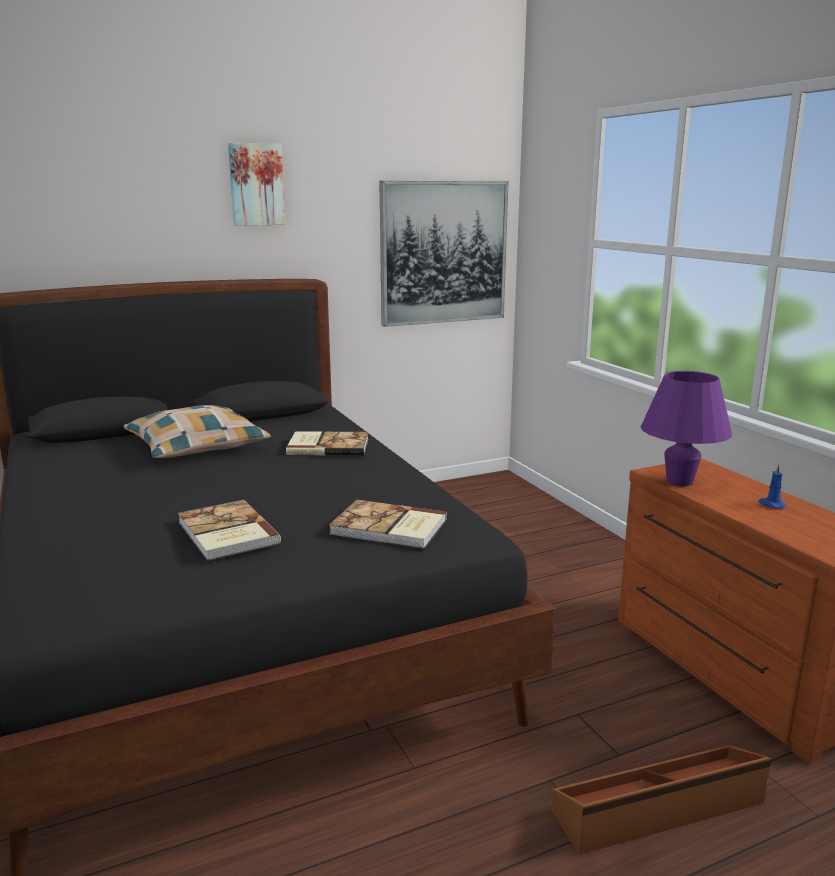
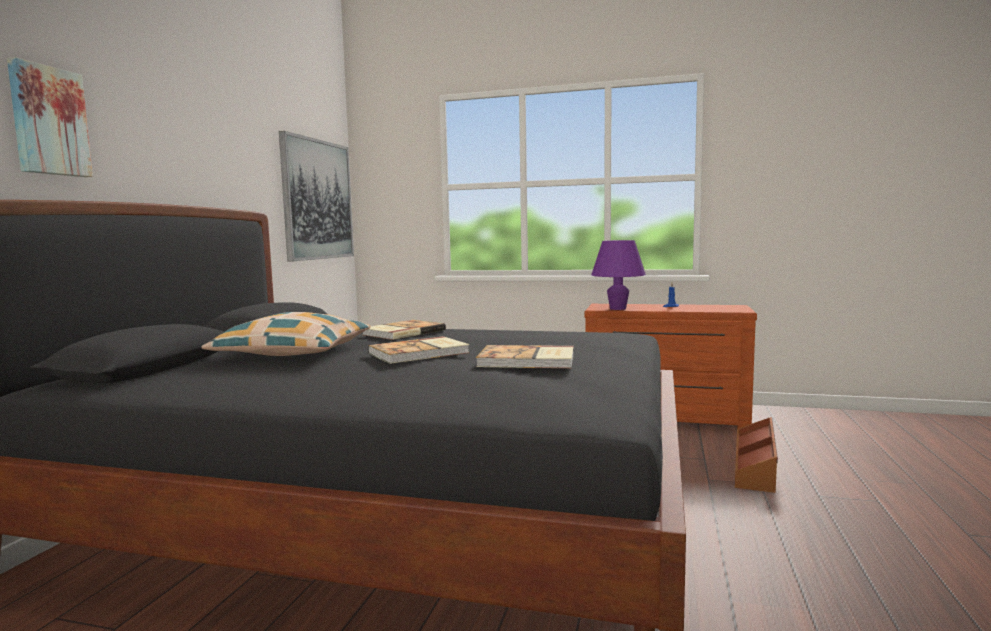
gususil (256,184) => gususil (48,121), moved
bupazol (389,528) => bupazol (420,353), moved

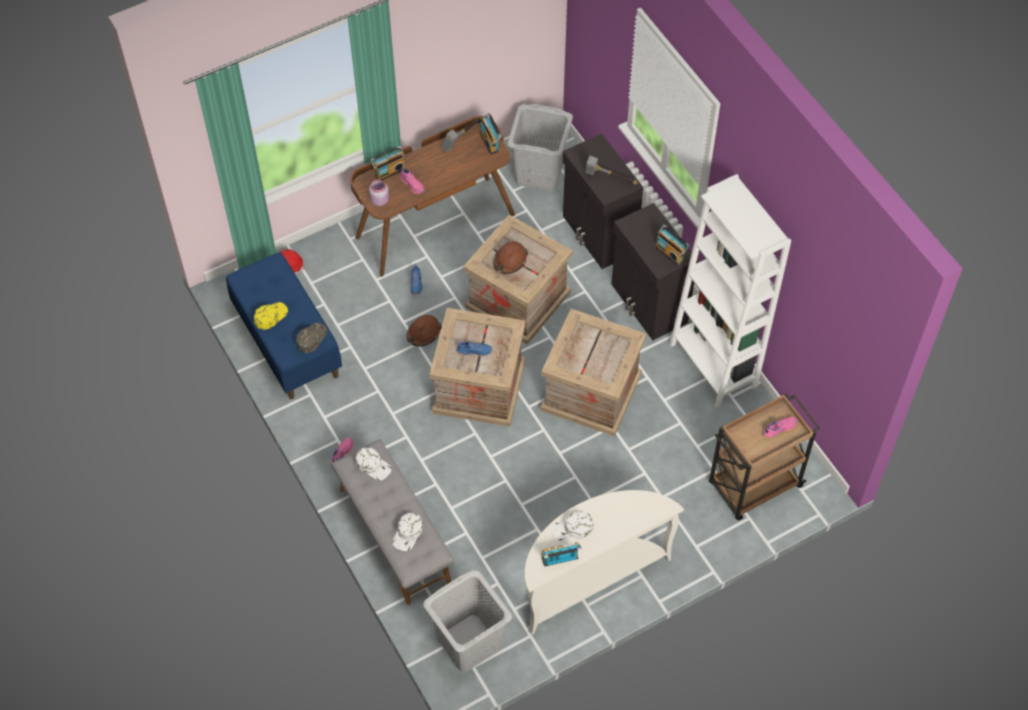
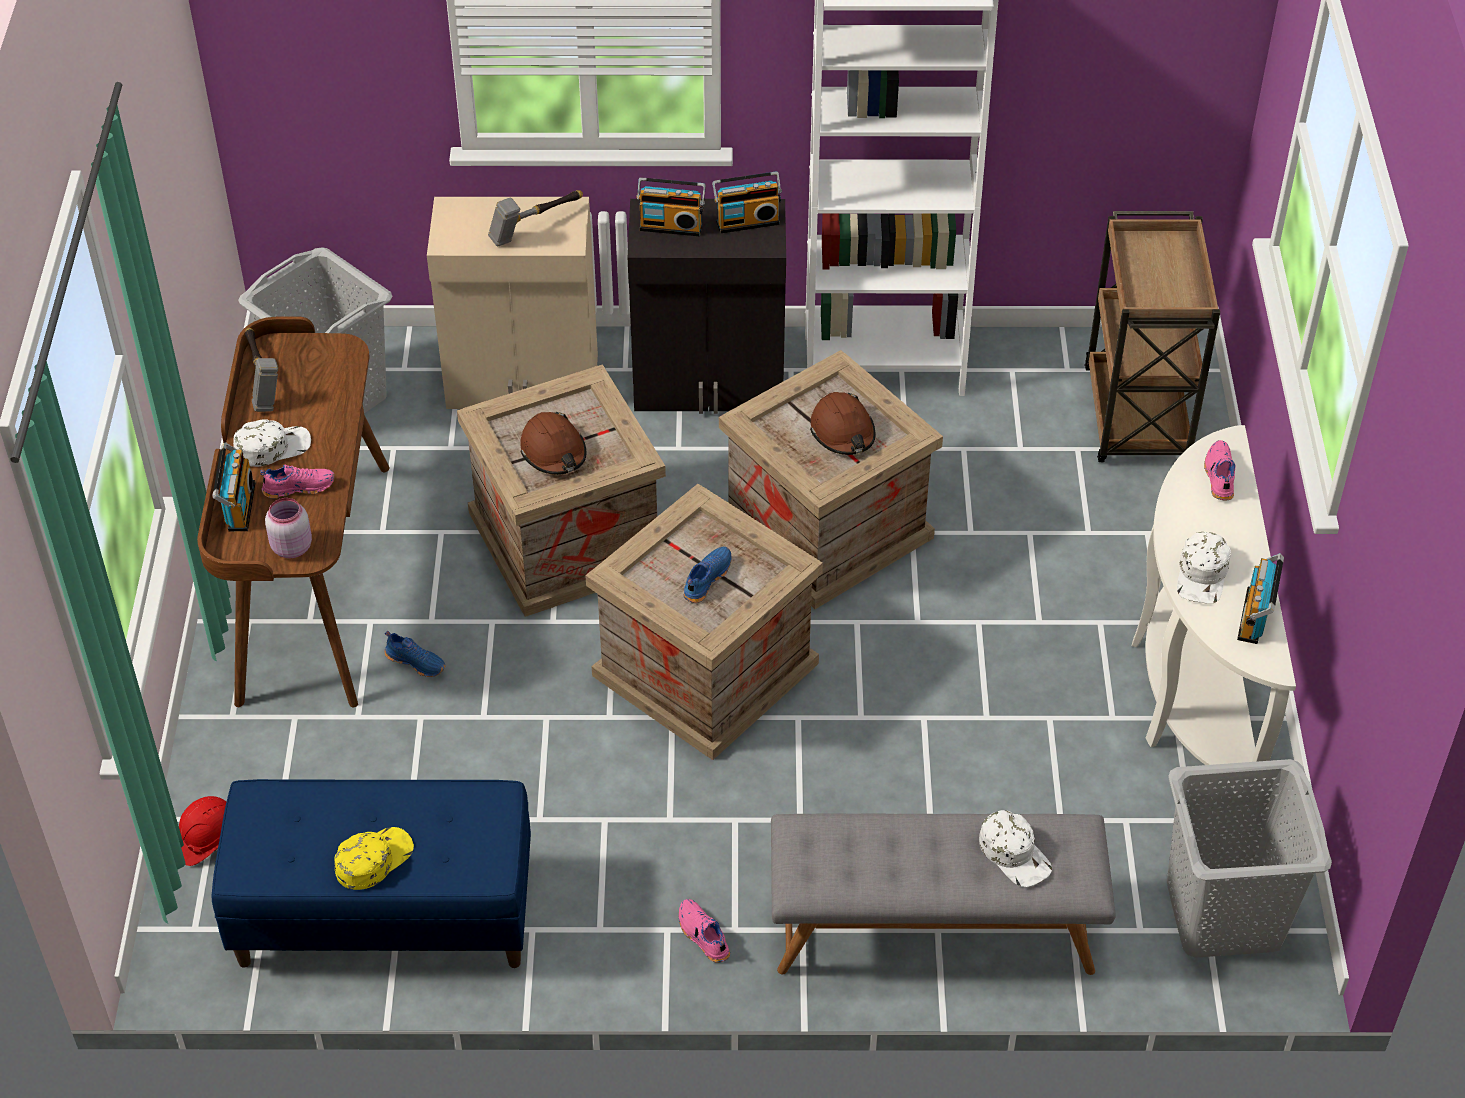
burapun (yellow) (270,316) => burapun (yellow) (373,859), 60 degrees clockwise
burapun (green) (311,338) => nothing
burapun (white) (373,465) => burapun (white) (272,446), moved
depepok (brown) (423,333) => depepok (brown) (843,432), moved
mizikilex (490,142) => mizikilex (671,226), moved
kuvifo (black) (598,235) => kuvifo (beige) (523,383)
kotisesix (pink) (779,428) => kotisesix (pink) (1218,476), moved

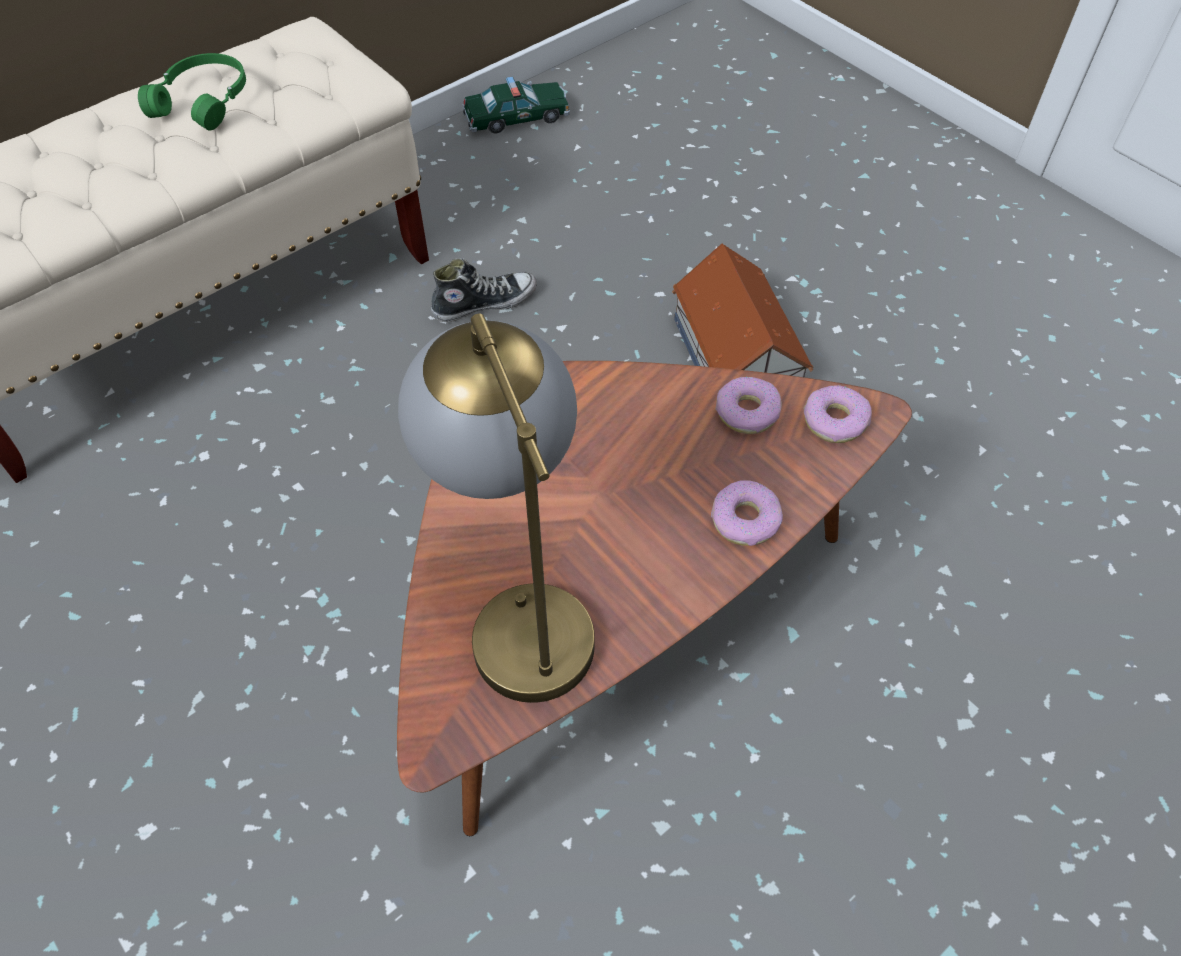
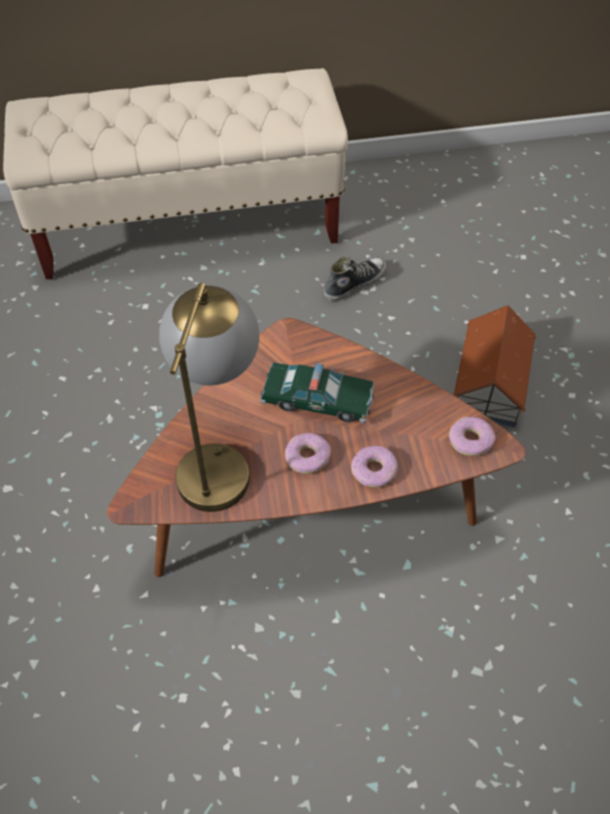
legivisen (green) (205,101) => nothing
kotisesix (484,303) => kotisesix (354,283), 45 degrees counterclockwise
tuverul (517,117) => tuverul (317,400), moved
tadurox (746,412) => tadurox (307,457), moved

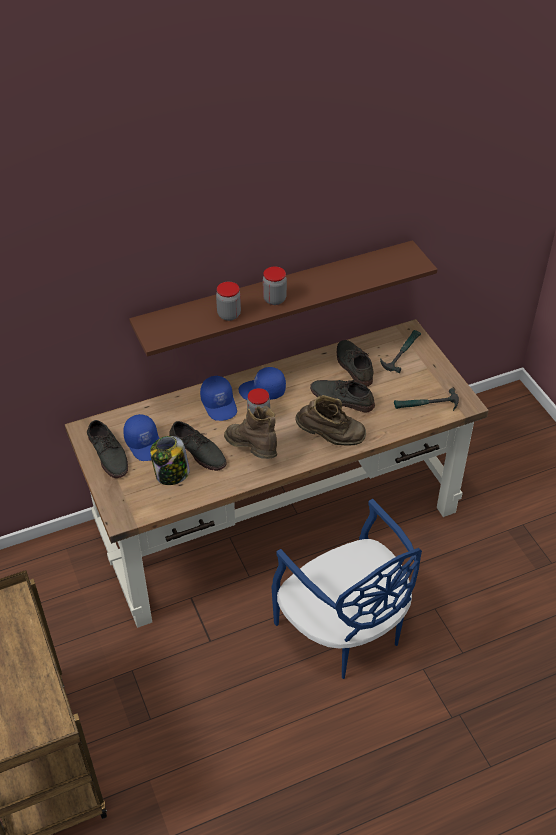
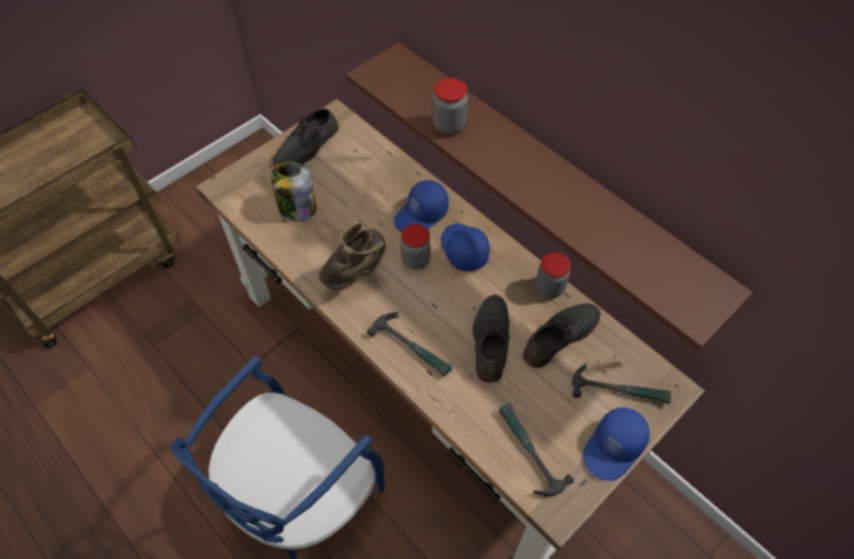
burapun (blue) (145,443) => burapun (blue) (614,448), moved
kotisesix (grey) (198,450) => nothing
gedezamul (274,299) => gedezamul (549,288), moved
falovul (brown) (330,438) => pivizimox (413,347)

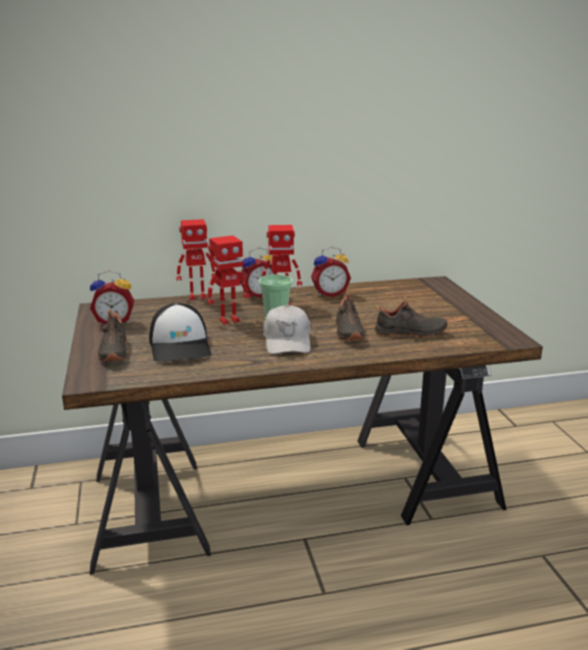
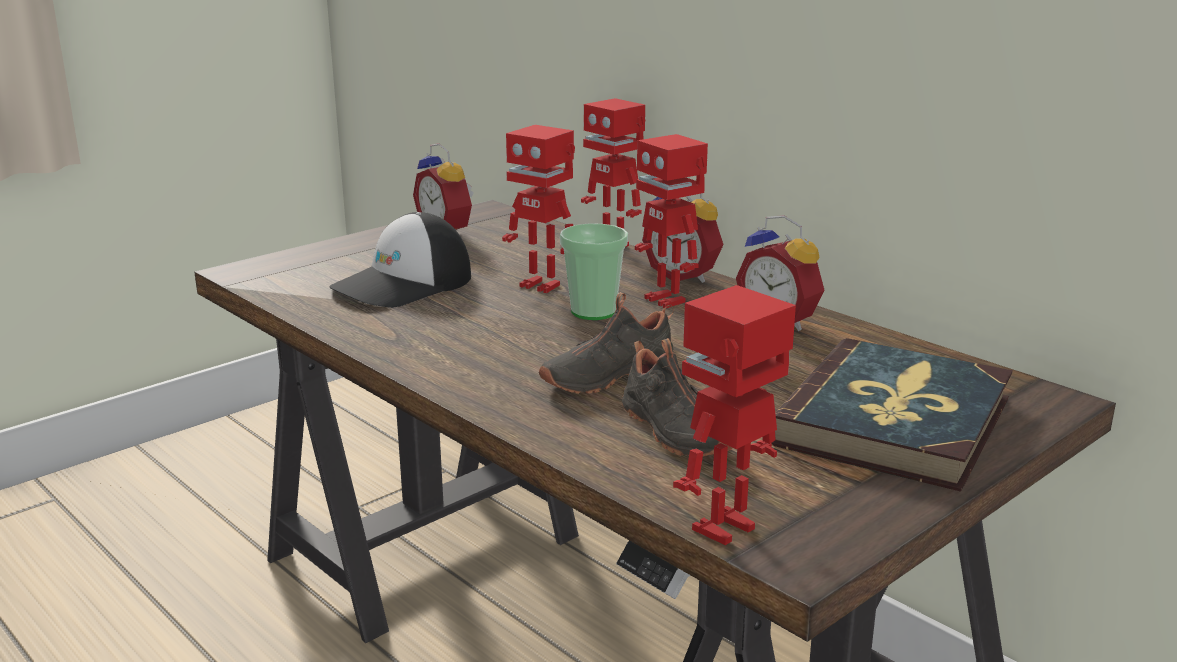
kotisesix (black) (113,351) => nothing
burapun (white) (287,341) => nothing
nothing => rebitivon (727,530)
nothing => bupazol (895,421)

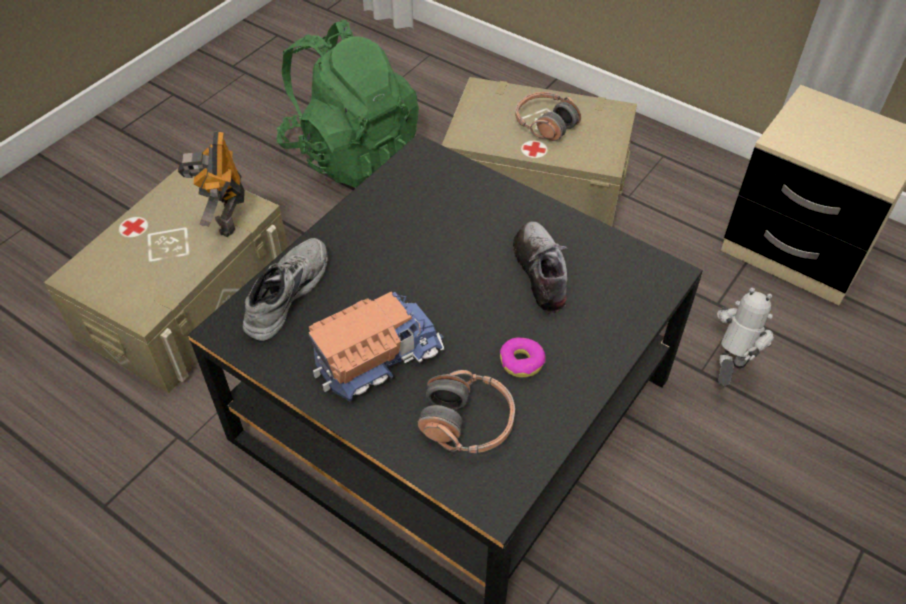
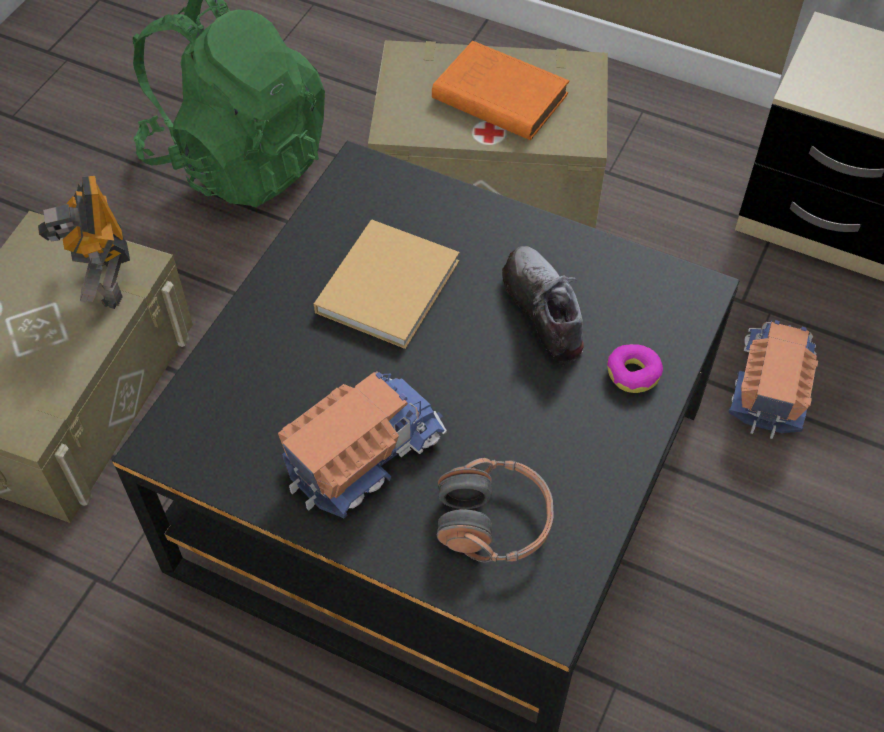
kotisesix (grey) (284,294) => nothing
tadurox (522,362) => tadurox (633,373), moved
legivisen (545,124) => bupazol (orange) (496,96)
rebitivon (728,370) => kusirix (769,385)
nothing => bupazol (beige) (390,283)

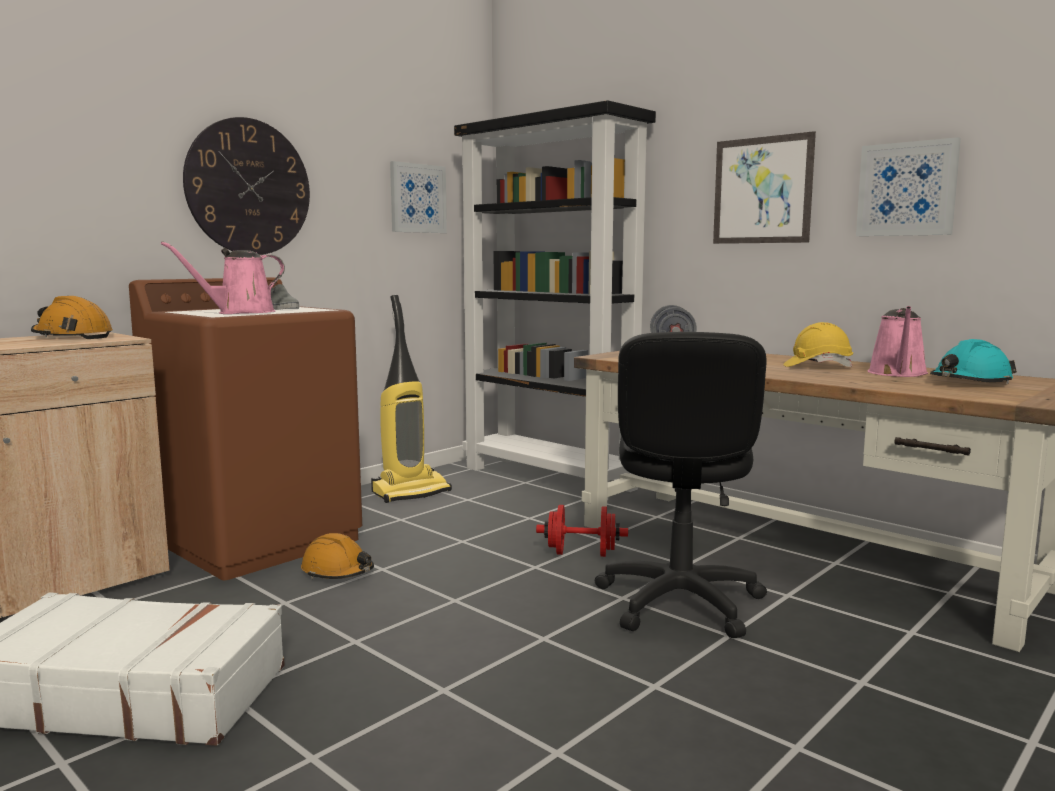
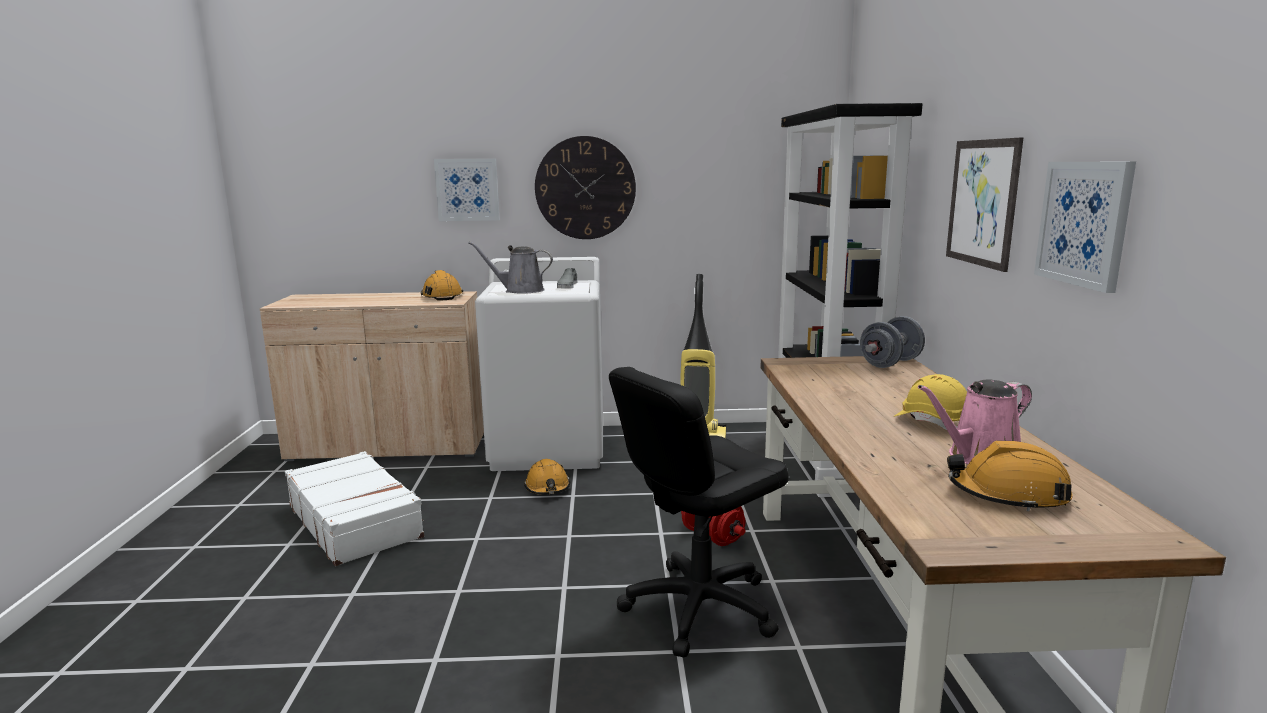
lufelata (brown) (258,540) => lufelata (white) (549,448)
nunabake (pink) (240,313) => nunabake (grey) (520,291)
gususil (417,198) => gususil (467,189), moved
depepok (turquoise) (970,382) => depepok (orange) (1008,495)

